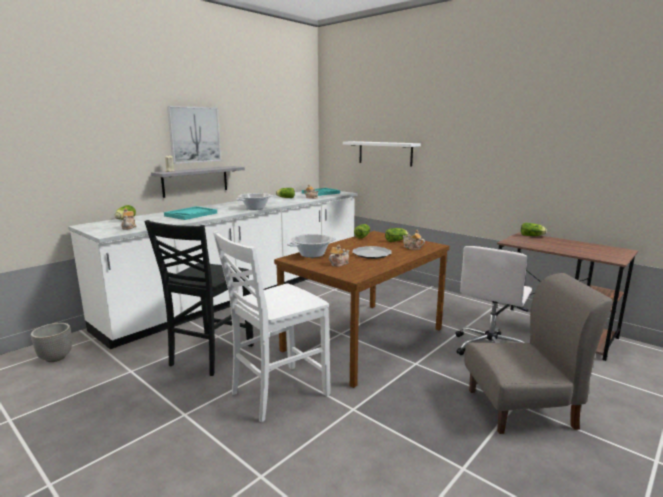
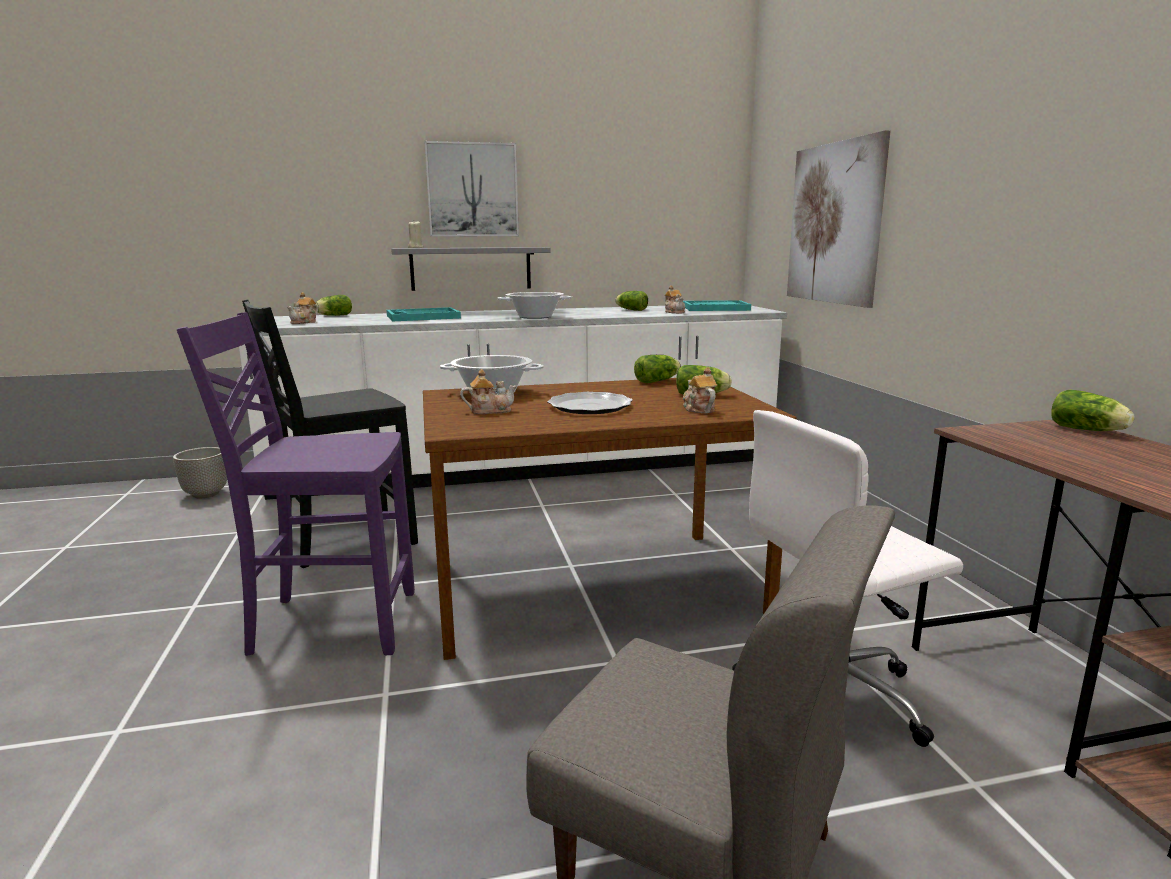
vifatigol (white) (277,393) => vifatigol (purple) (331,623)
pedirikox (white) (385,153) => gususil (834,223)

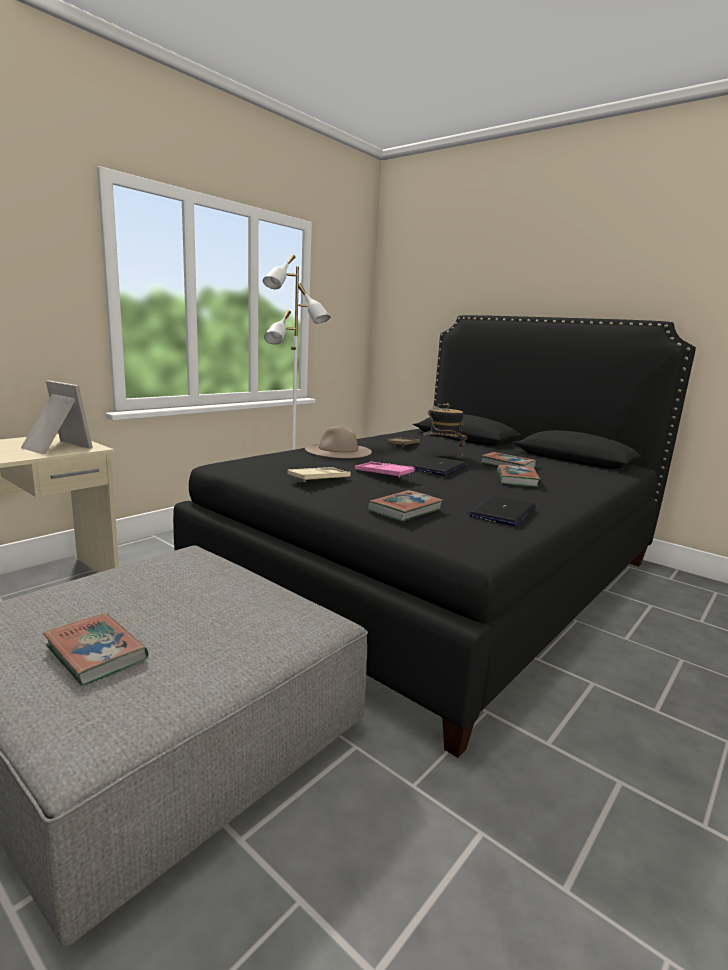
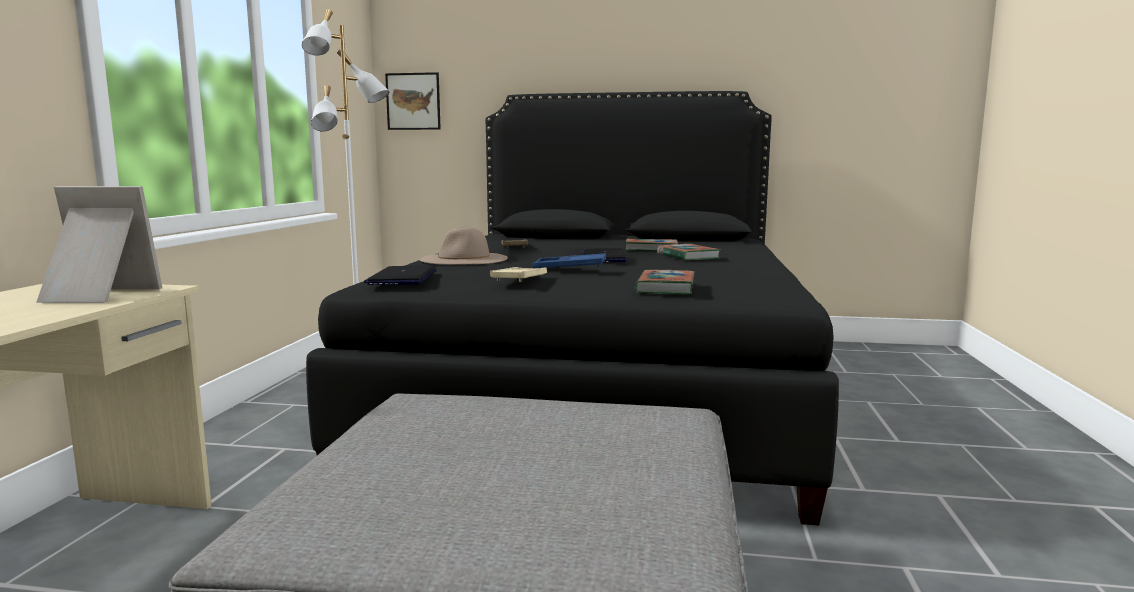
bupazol (96,653) => nothing
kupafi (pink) (383,473) => kupafi (blue) (569,267)
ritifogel (442,456) => nothing
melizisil (502,512) => melizisil (402,278), moved
nothing => gususil (413,101)

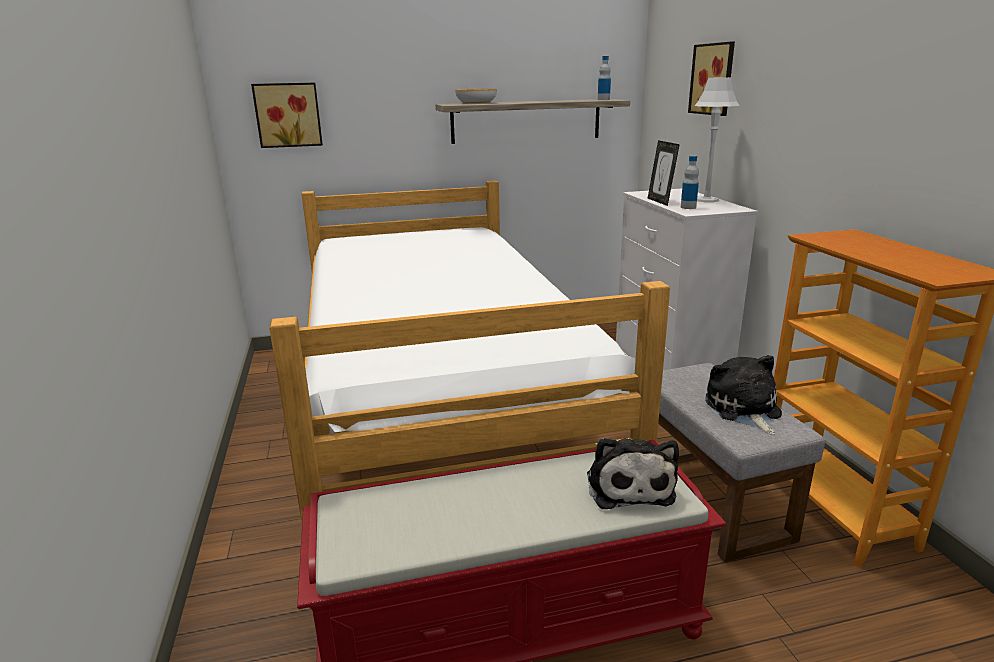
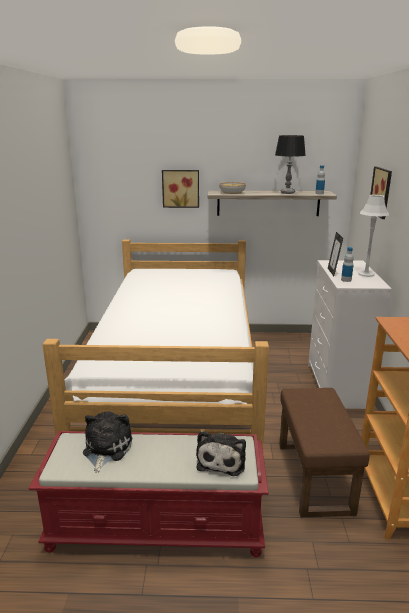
gususil (288,115) => gususil (180,188), moved
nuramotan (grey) (712,501) => nuramotan (brown) (315,478)
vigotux (743,410) => vigotux (106,449), moved
nothing => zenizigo (287,193)

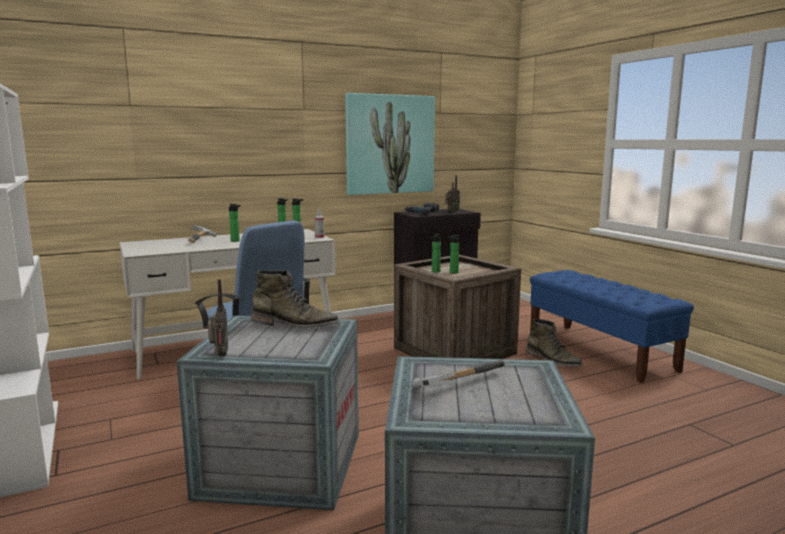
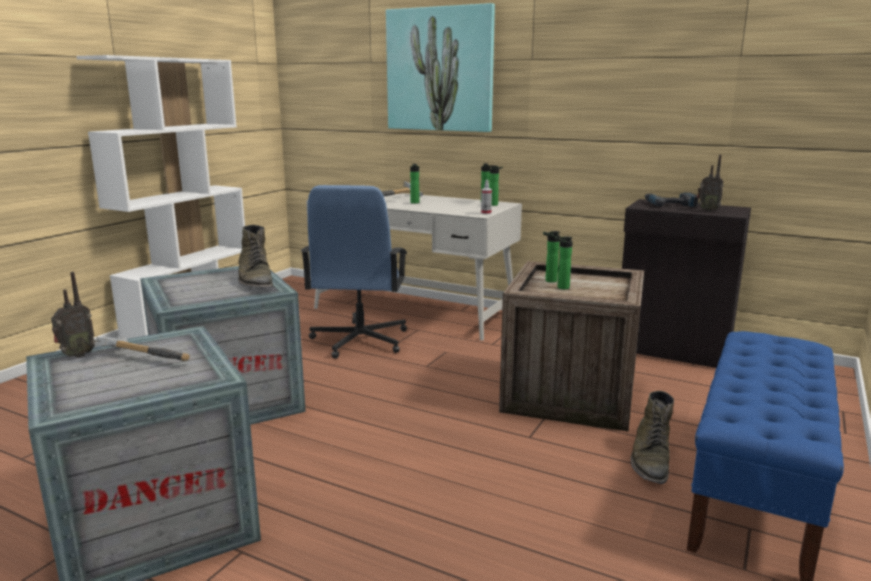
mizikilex (219,355) => mizikilex (76,355), moved
gususil (389,144) => gususil (440,70), moved

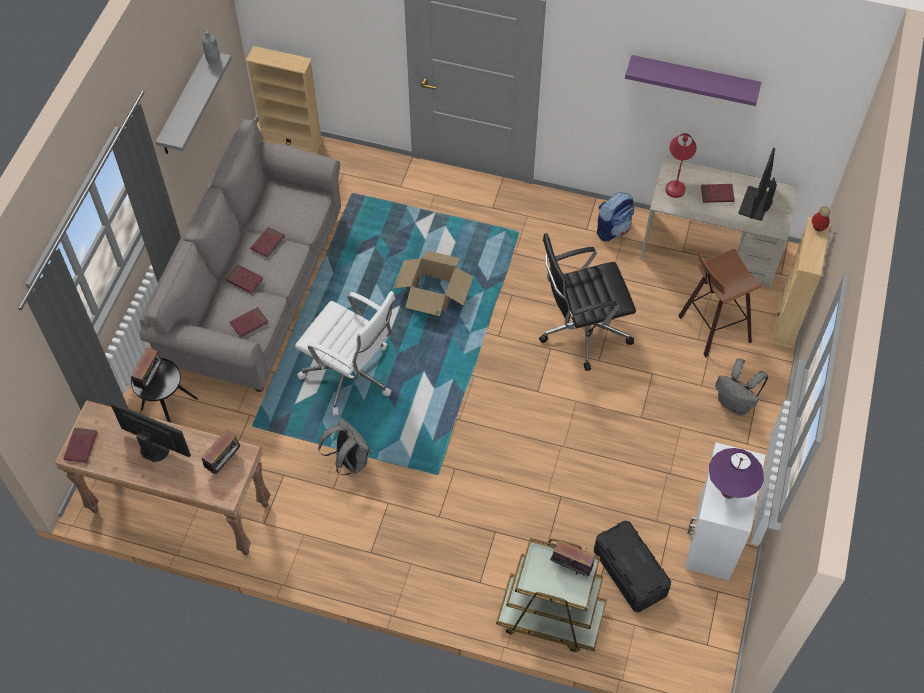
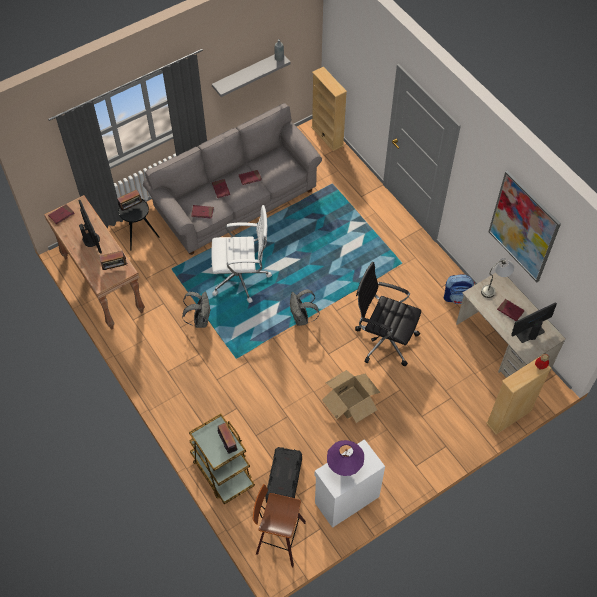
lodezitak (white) (351,376) => lodezitak (white) (241,278), 75 degrees counterclockwise
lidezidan (433,293) => lidezidan (350,402), moved
pedirikox (purple) (693,79) => gususil (523,227)
zenizigo (red) (677,179) => zenizigo (grey) (495,287)
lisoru (712,328) => lisoru (278,539), moved
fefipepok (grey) (735,403) => fefipepok (grey) (302,318), moved

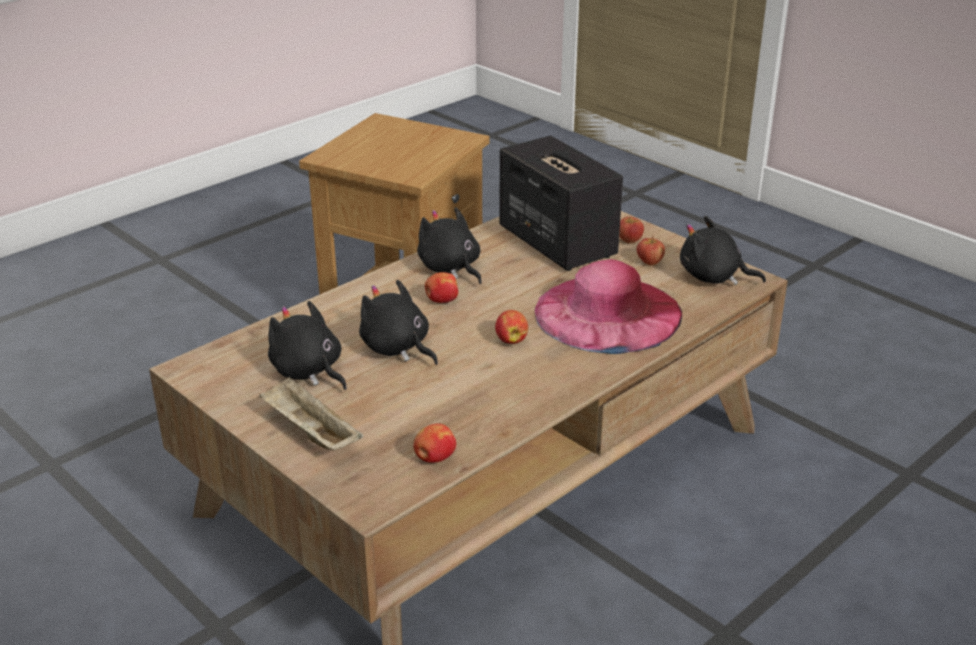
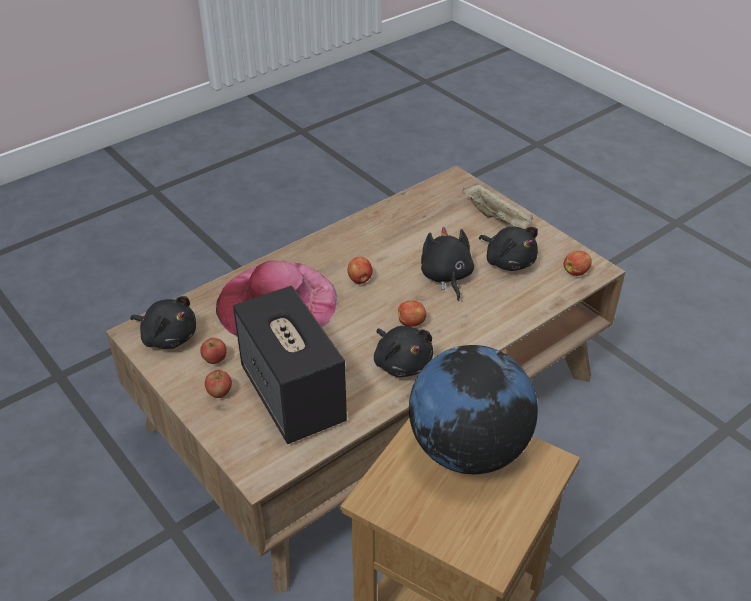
vigotux (black) (397,348) => vigotux (black) (446,277), 150 degrees counterclockwise
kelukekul (434,458) => kelukekul (576,272), moved
nothing => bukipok (468,449)

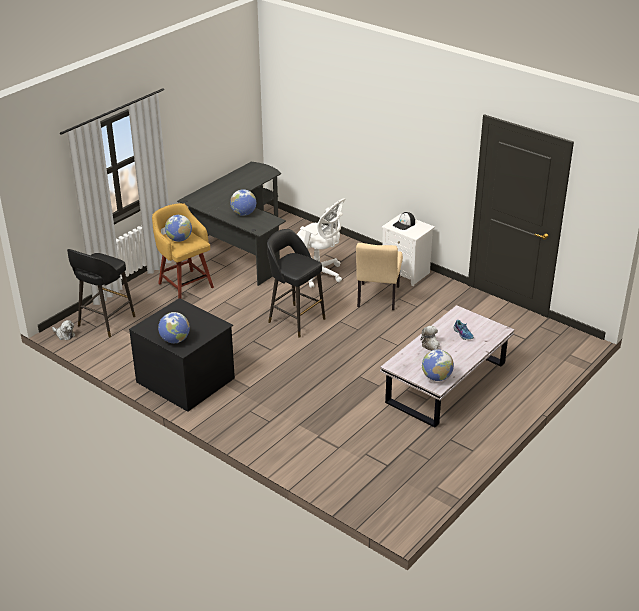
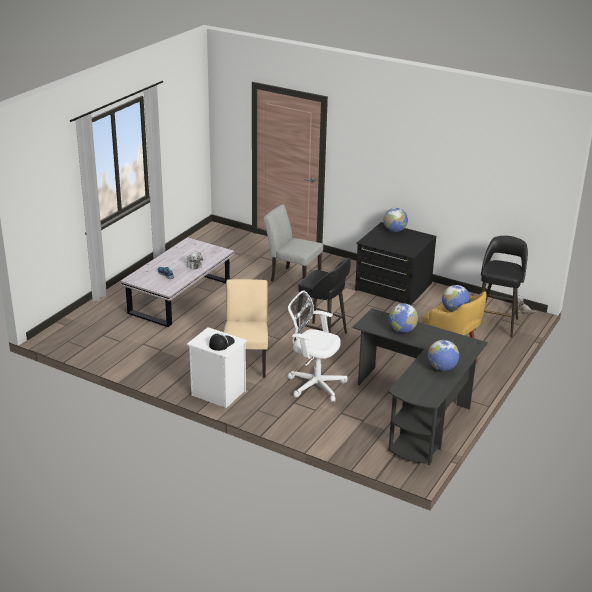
bukipok (436,377) => bukipok (442,368), moved
nothing => vifatigol (grey) (292,278)

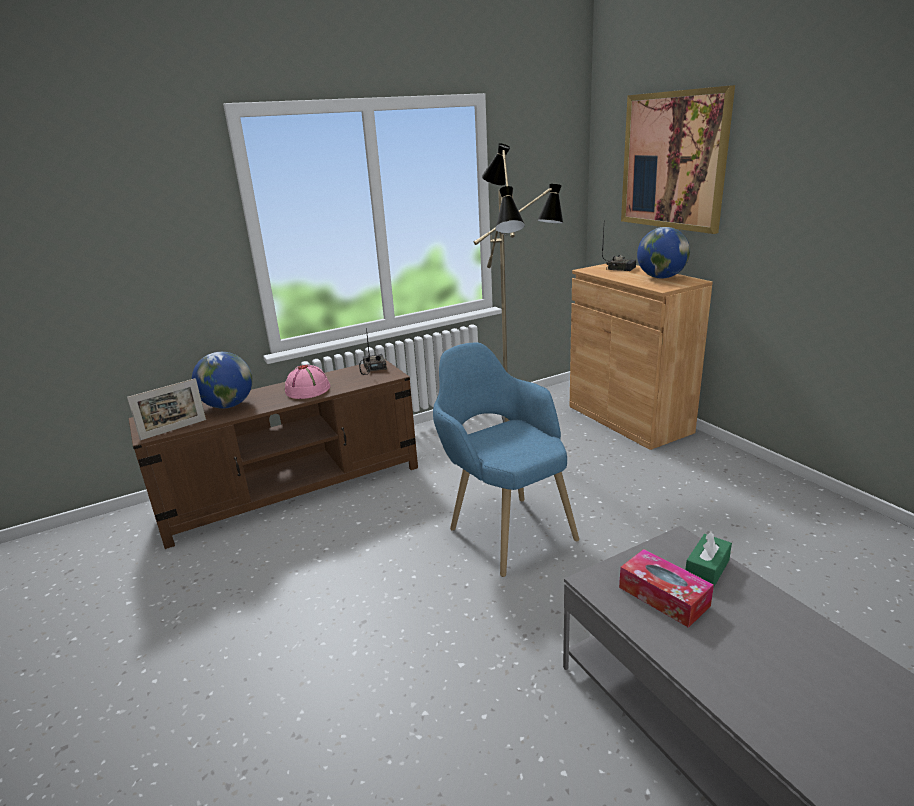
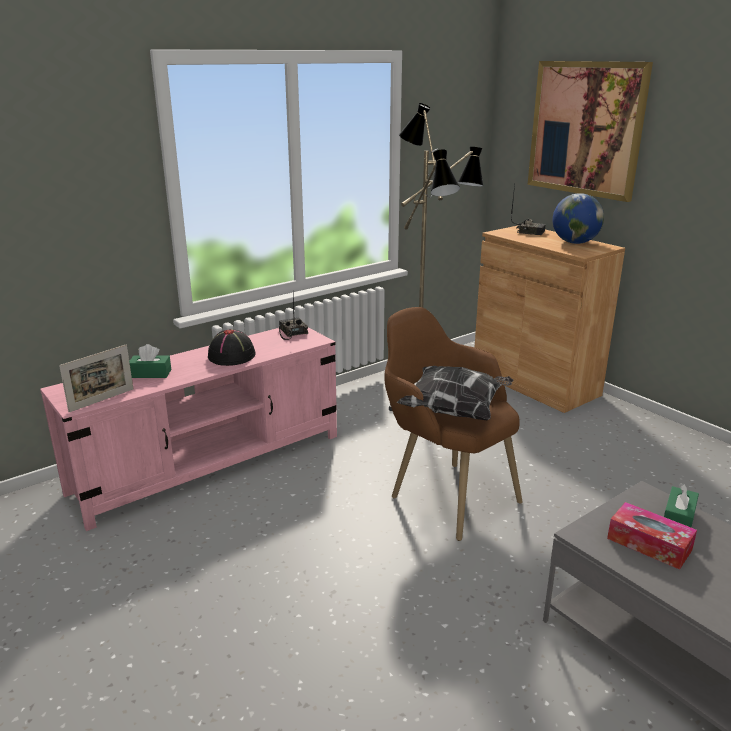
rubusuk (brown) (294,490) => rubusuk (pink) (210,463)
bukipok (228,405) => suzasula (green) (150,374)
ritifogel (pink) (308,389) => ritifogel (black) (232,356)
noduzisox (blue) (503,527) => noduzisox (brown) (444,492)
nothing => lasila (456,410)

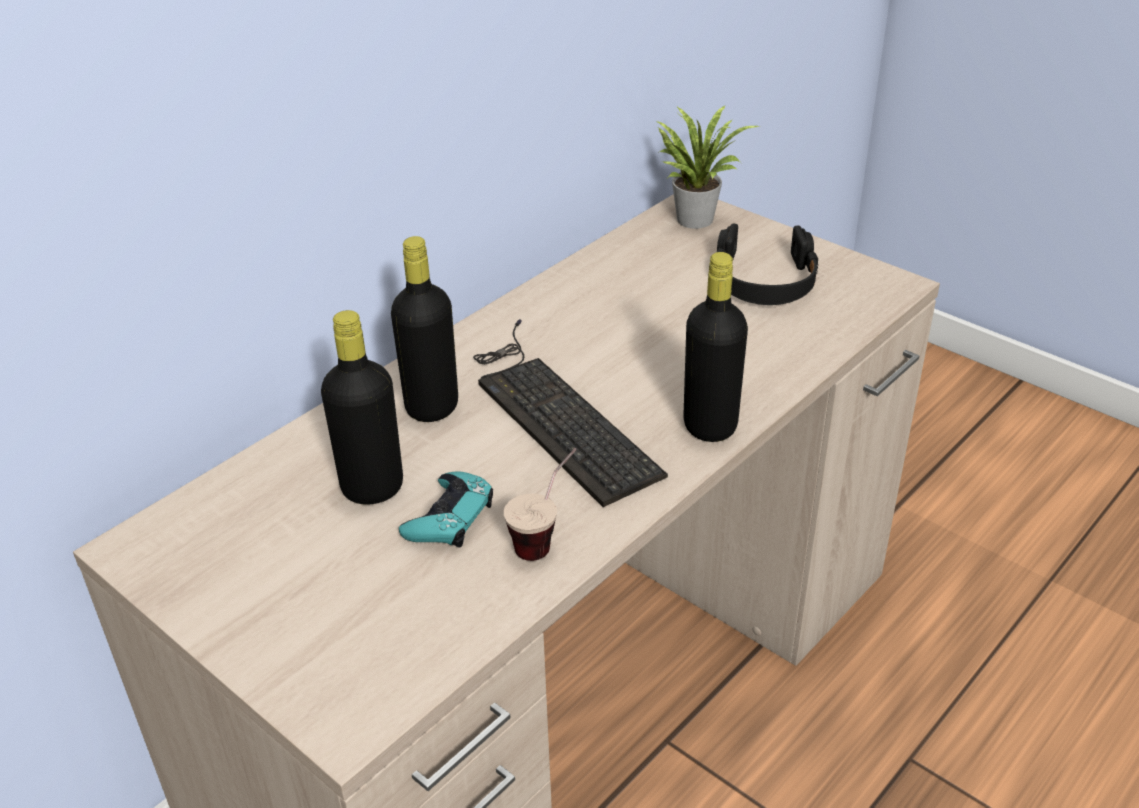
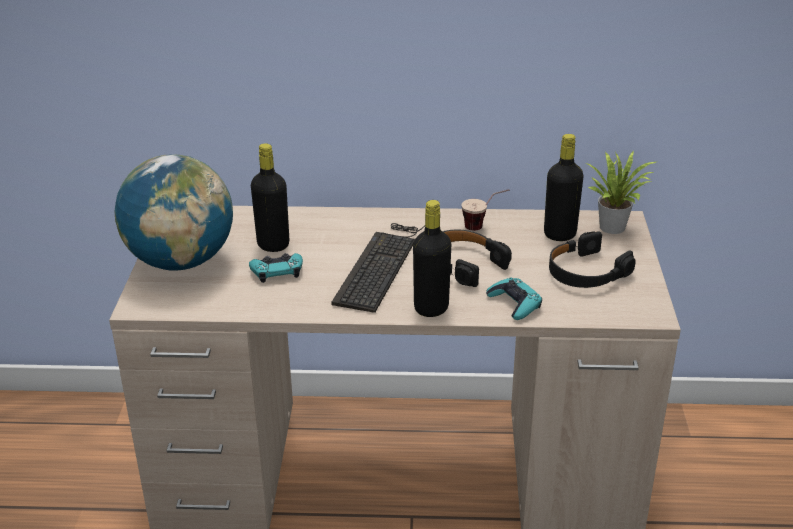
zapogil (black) (432,407) => zapogil (black) (560,234), moved
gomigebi (546,537) => gomigebi (484,227), moved
nothing => bukipok (181,262)
nothing => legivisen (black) (464,264)
nothing => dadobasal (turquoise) (514,303)

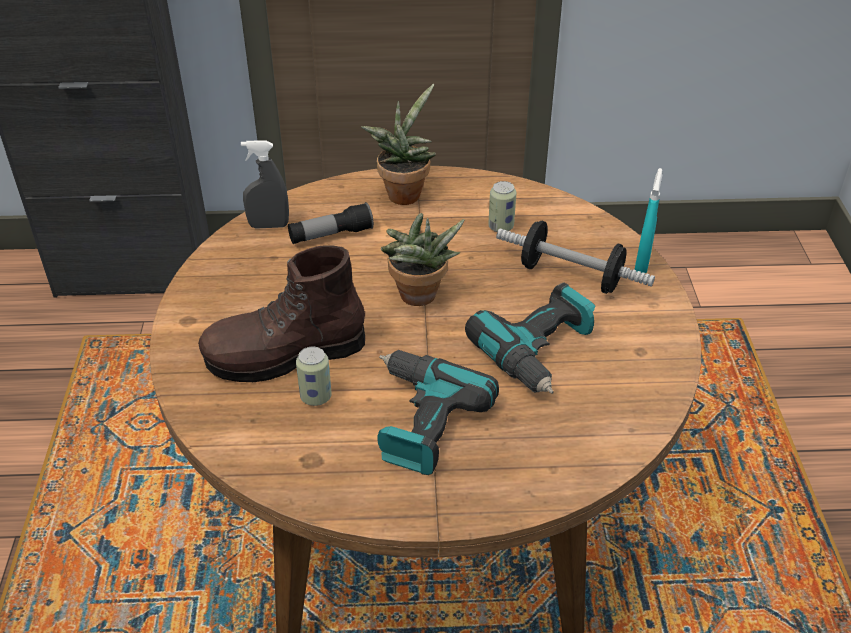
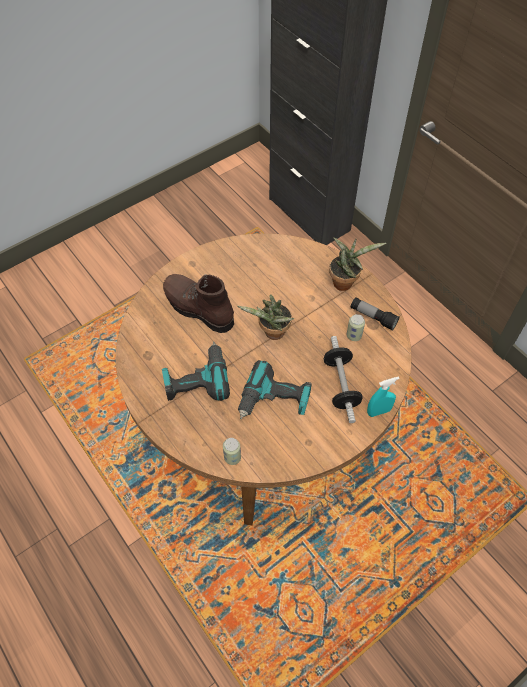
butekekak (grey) (269,225) => nothing
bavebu (331,235) => bavebu (373,317), moved
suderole (316,397) => suderole (232,457), moved

